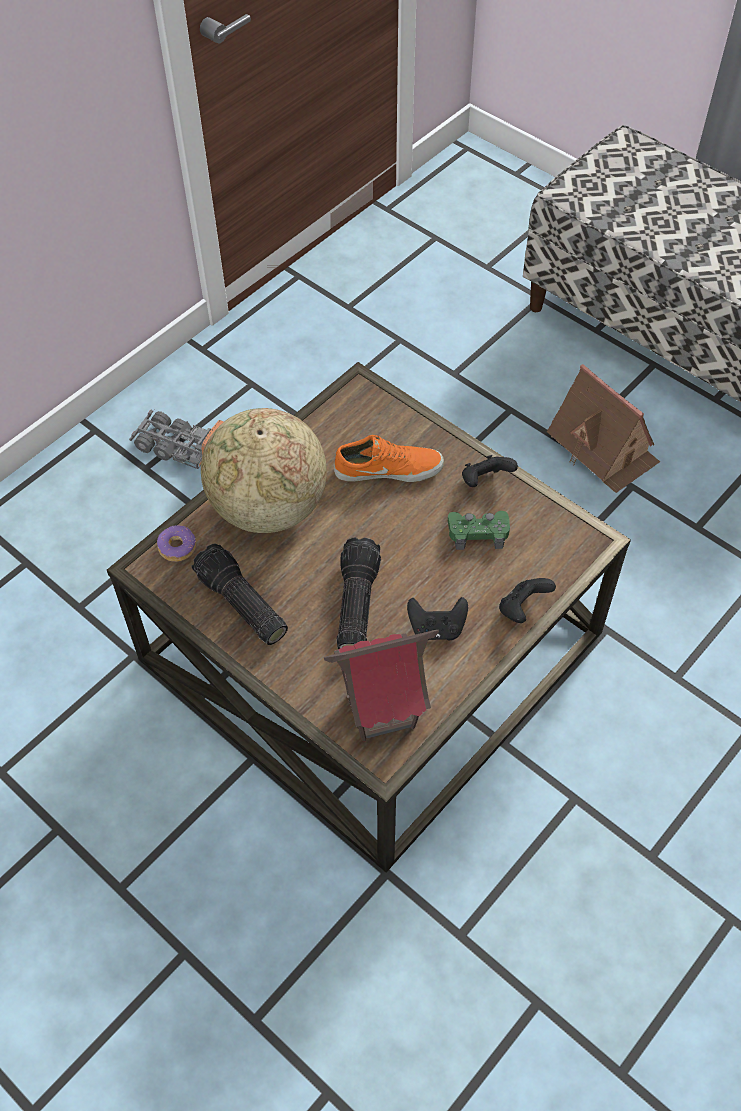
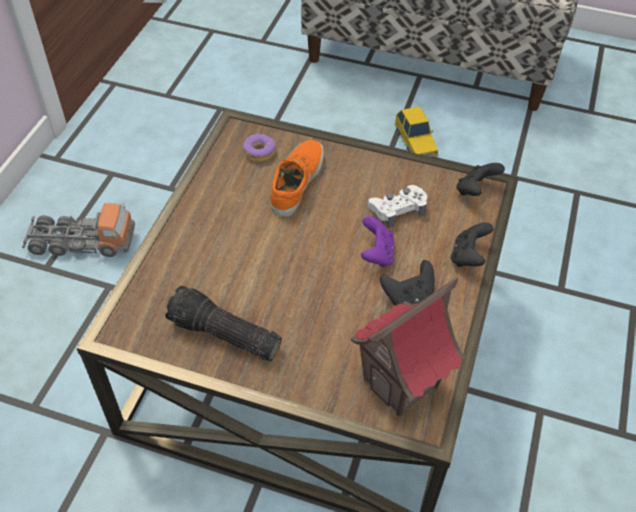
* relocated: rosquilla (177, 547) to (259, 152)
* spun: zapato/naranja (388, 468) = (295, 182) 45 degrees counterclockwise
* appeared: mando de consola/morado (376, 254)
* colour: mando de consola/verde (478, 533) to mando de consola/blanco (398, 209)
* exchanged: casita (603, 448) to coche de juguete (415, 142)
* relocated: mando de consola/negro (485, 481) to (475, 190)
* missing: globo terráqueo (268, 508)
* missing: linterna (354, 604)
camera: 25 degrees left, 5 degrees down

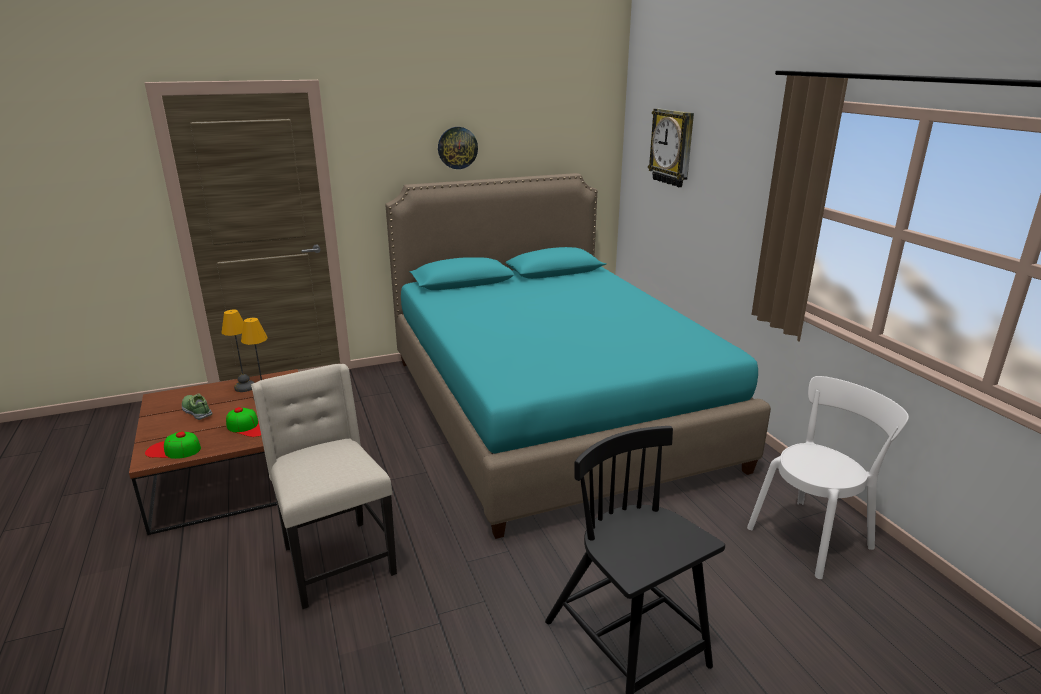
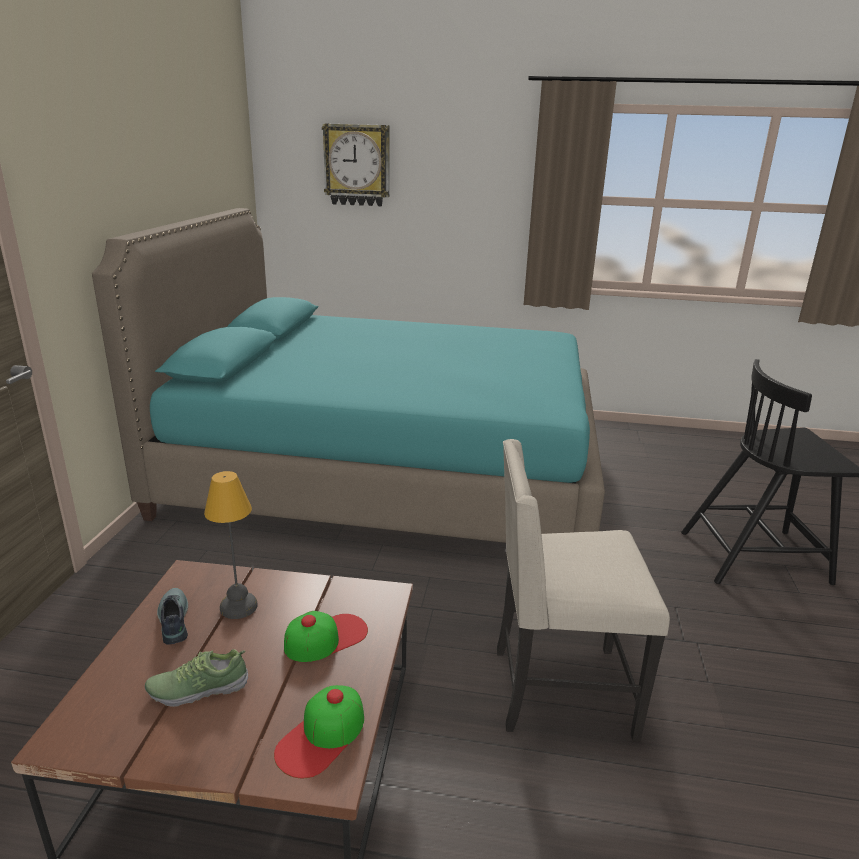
* exchanged: lámpara de mesa (244, 387) to zapato (172, 621)
* missing: reloj de pared (457, 148)
* missing: silla/blanco (813, 535)
camera: 60 degrees left, 0 degrees up

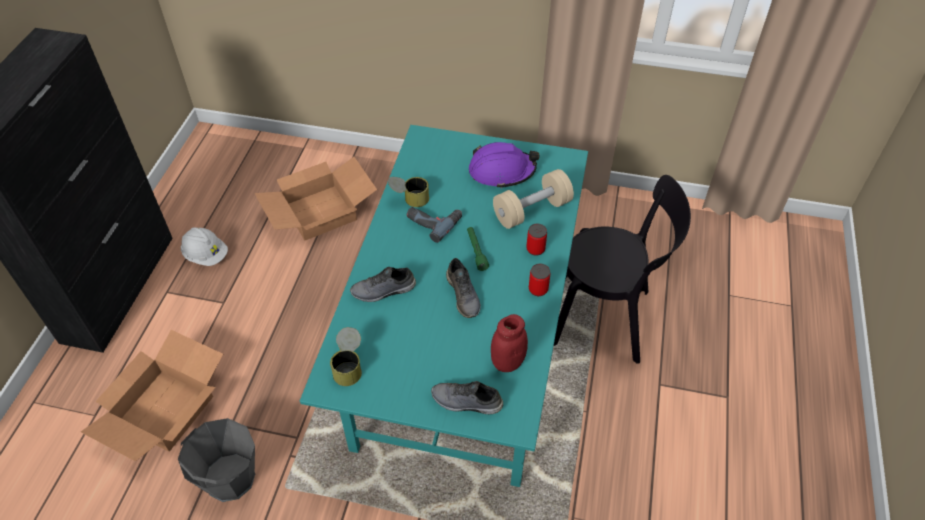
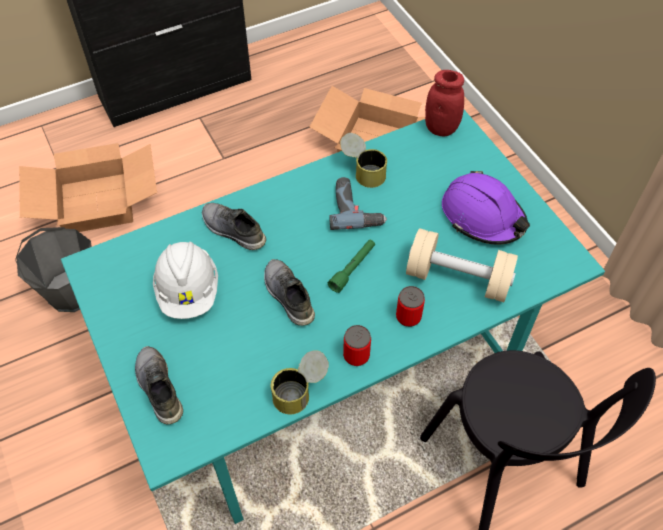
* relocated: casco/blanco (206, 255) to (188, 291)
* spun: zapato/gris (464, 295) = (287, 296) 120 degrees clockwise
* relocated: lata (349, 366) to (300, 391)
* relocated: tarro/rojo (507, 362) to (441, 128)
camera: 50 degrees right, 5 degrees up

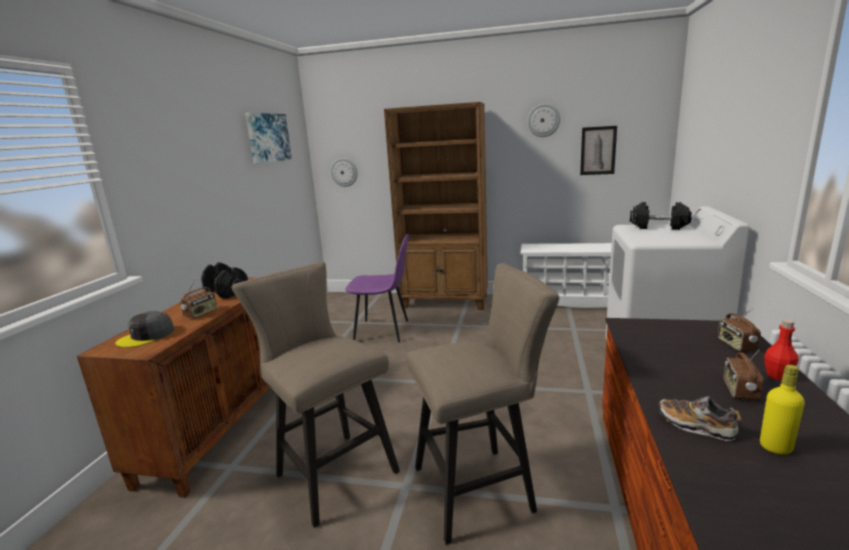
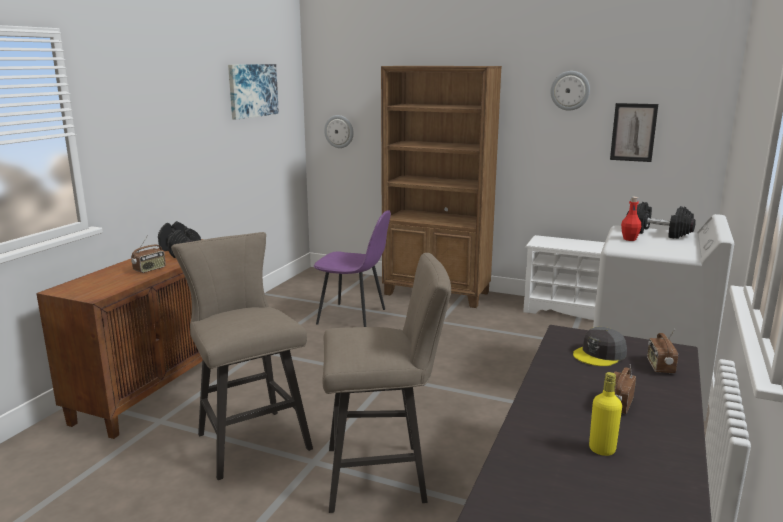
* relocated: gorra/gris (147, 336) to (600, 354)
* relocated: botella/rojo (777, 376) to (629, 239)
* missing: zapato (696, 426)
camera: 10 degrees right, 0 degrees up

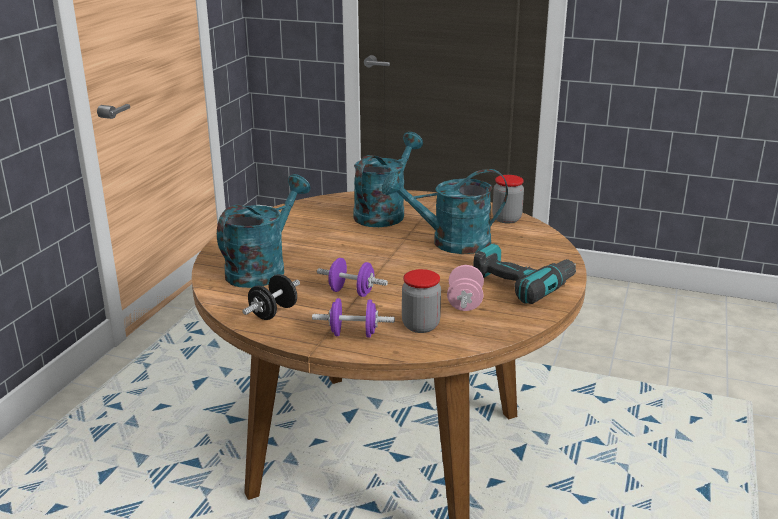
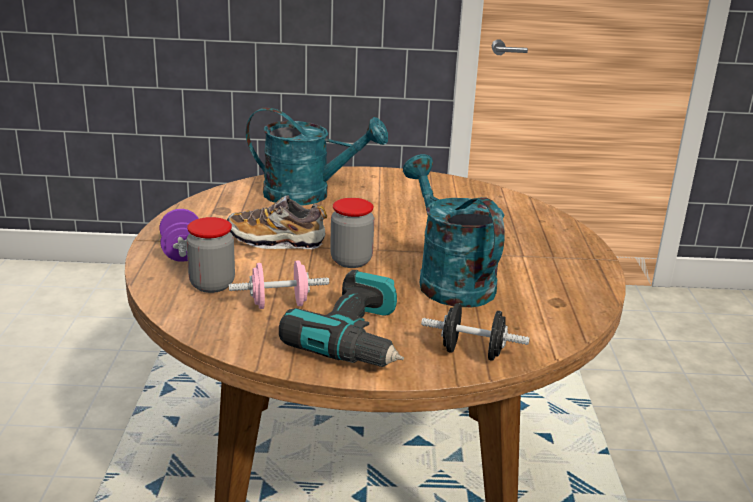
* exchanged: mancuerna/morado (351, 292) to zapato (276, 241)
* relocated: tarro (506, 219) to (351, 261)
* relocated: mancuerna/negro (273, 312) to (472, 353)
* missing: regadera/turquesa (384, 213)
camera: 70 degrees right, 0 degrees up

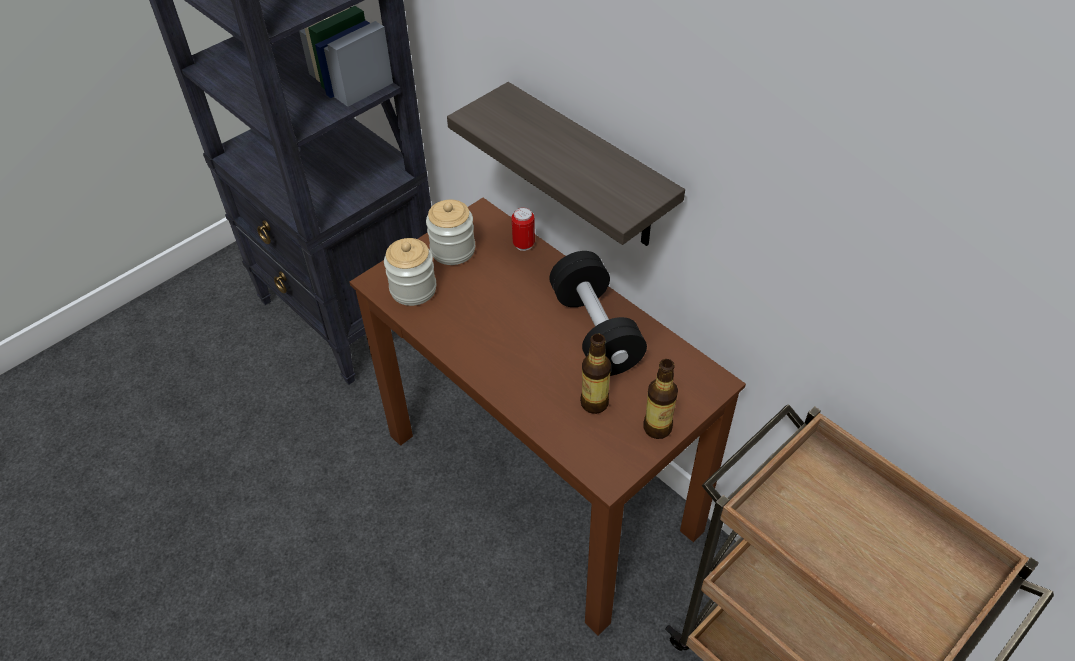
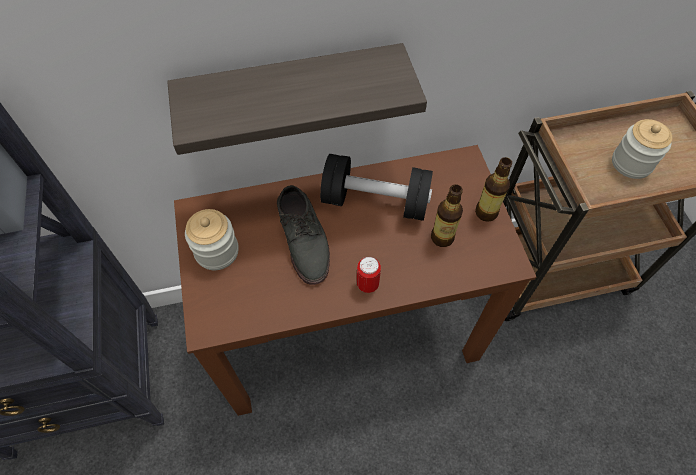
* appeared: zapato/gris (304, 239)
* relocated: lata (523, 244) to (367, 284)
* relocated: tarro (413, 289) to (631, 163)
camera: 60 degrees left, 10 degrees up

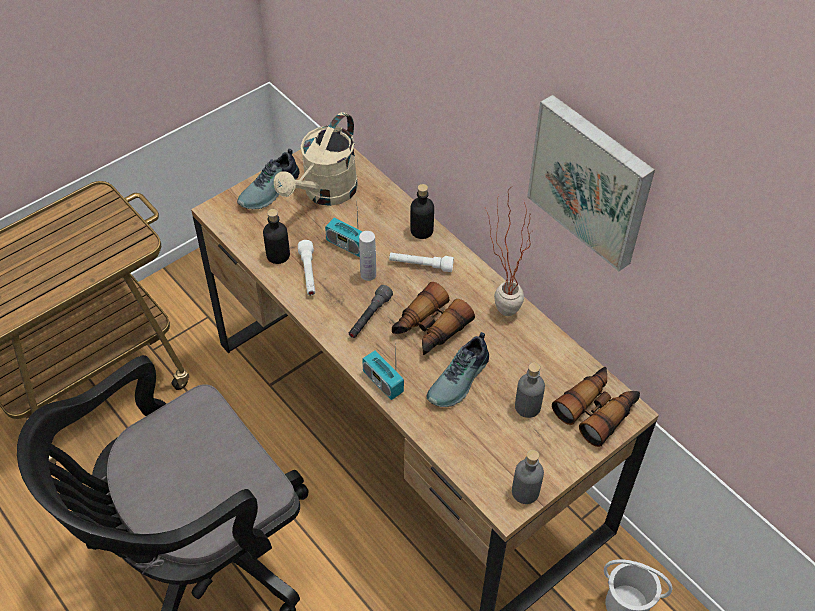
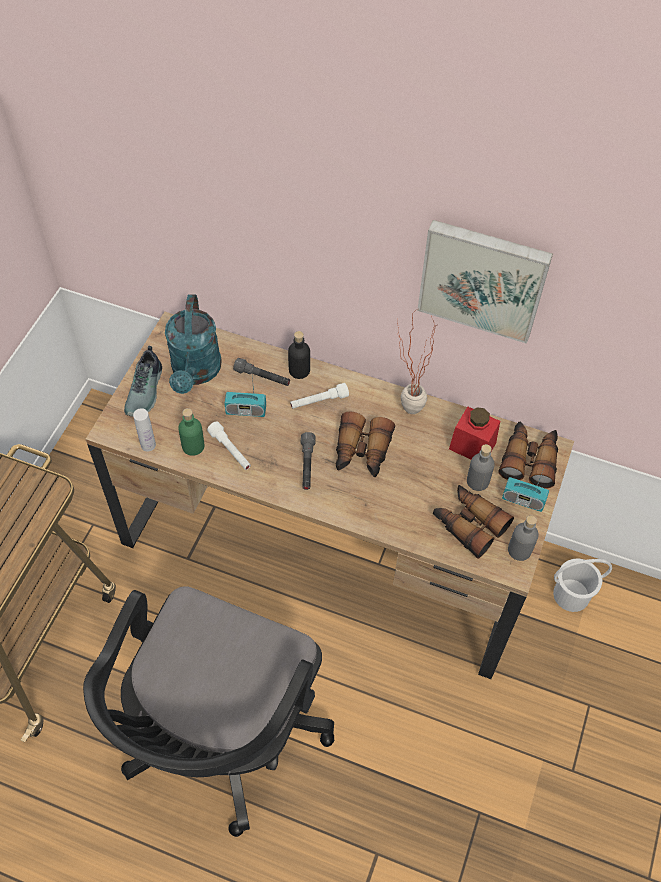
* relocated: botella/blanco (368, 274) to (148, 445)
* colour: regadera/beis (325, 193) to regadera/turquesa (195, 372)
* colour: botella/negro (278, 255) to botella/verde (193, 446)
* appeared: linterna/gris (262, 377)
* appeared: prismáticos (468, 524)
* appeared: tarro/rojo (472, 446)
* relocated: radio (383, 382) to (523, 500)
* missing: zapato (460, 380)
camera: 30 degrees left, 5 degrees up

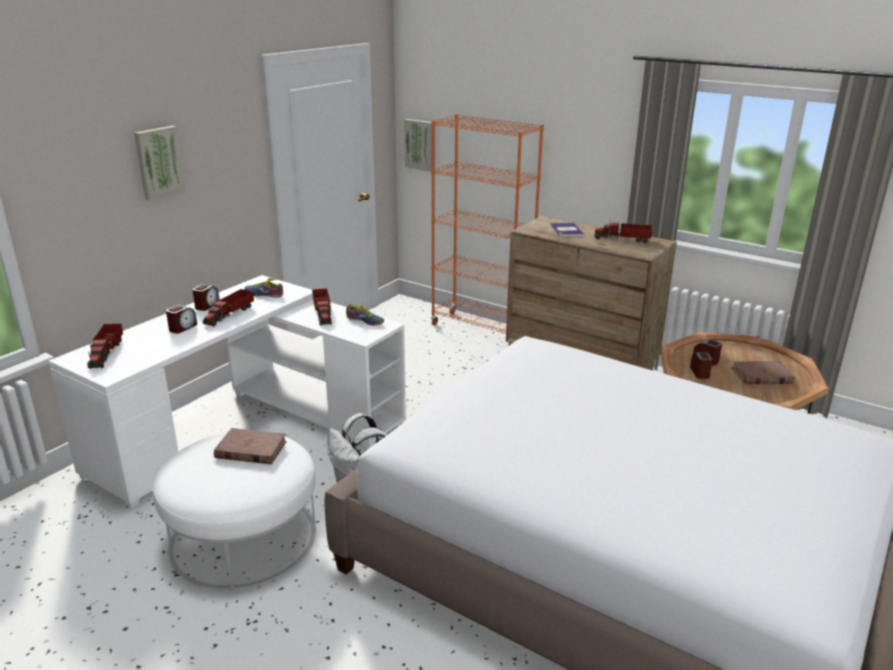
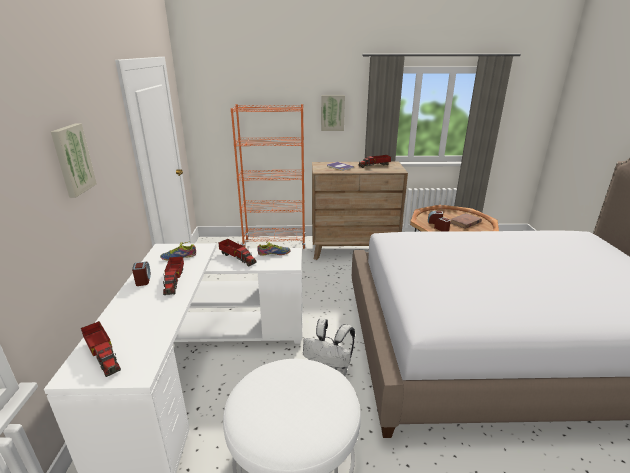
* relocated: cuadro (420, 144) to (332, 113)
* missing: despertador (182, 328)
* missing: libro/marrón (250, 450)
camera: 35 degrees left, 0 degrees up

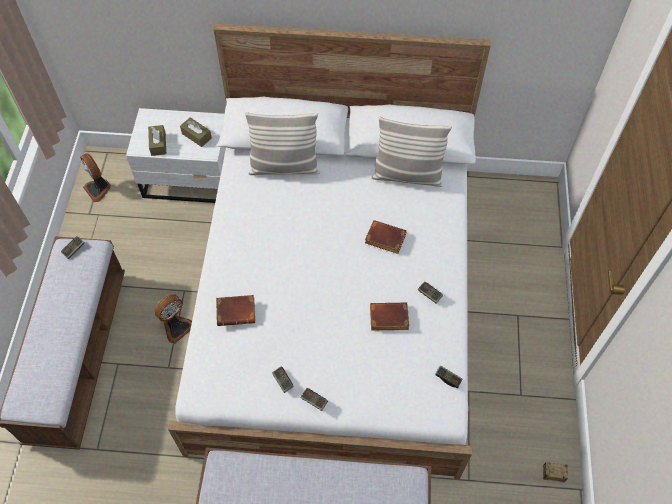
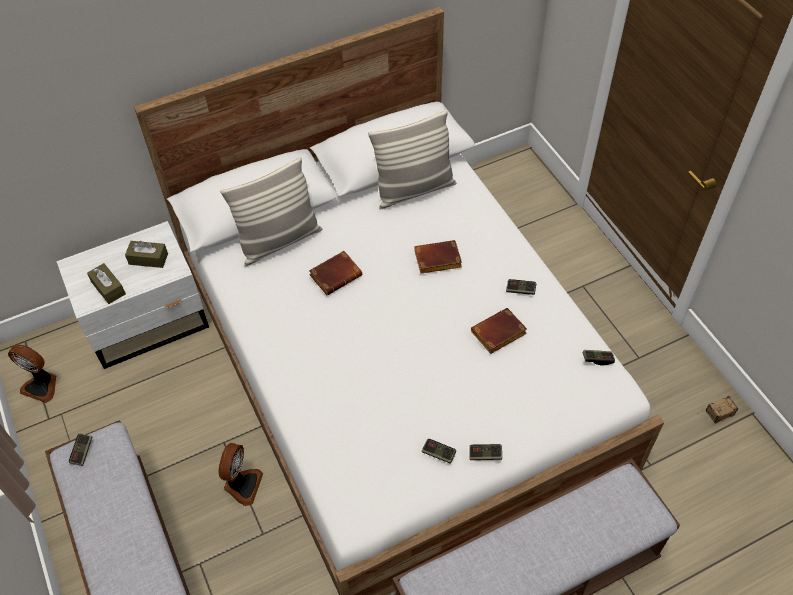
* relocated: libro/marrón (237, 311) to (336, 274)
camera: 30 degrees left, 5 degrees down

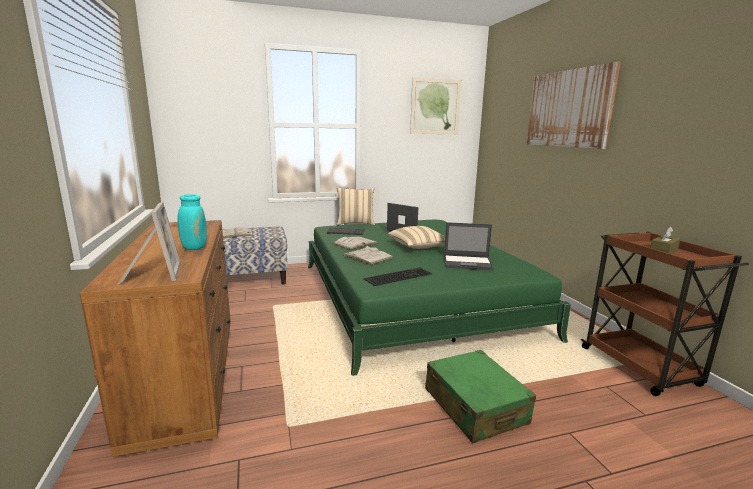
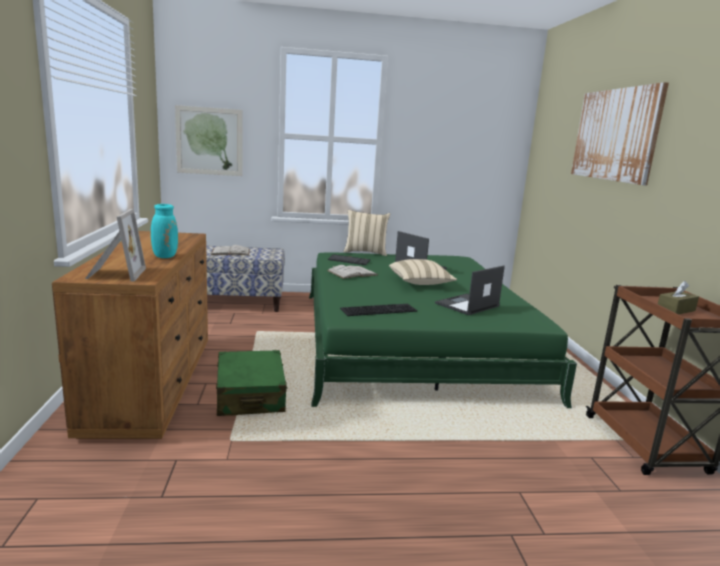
* relocated: cuadro (435, 106) to (209, 141)
* relocated: maleta/verde (475, 406) to (250, 395)
* spun: portátil (468, 263) = (467, 305) 120 degrees clockwise
* missing: libro/blanco (367, 256)
camera: 10 degrees right, 0 degrees up

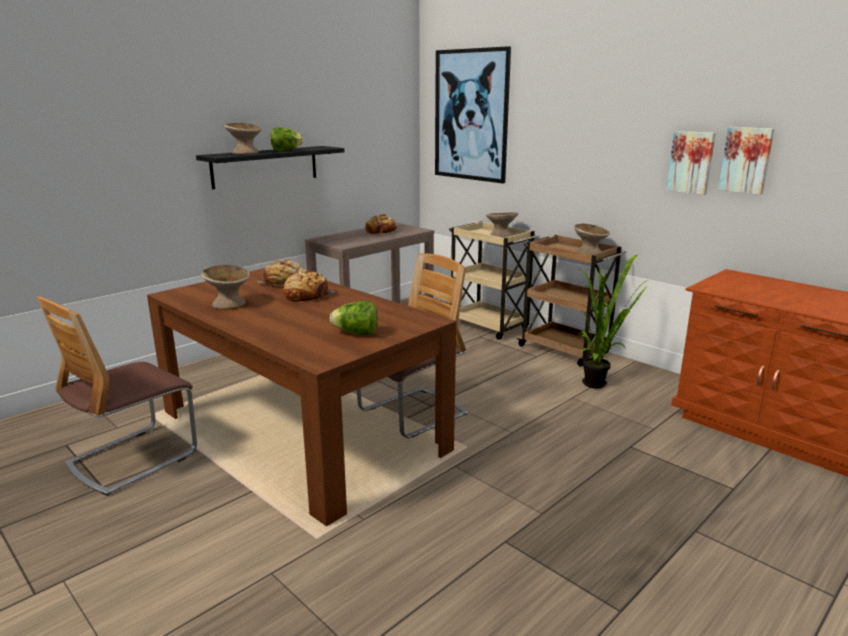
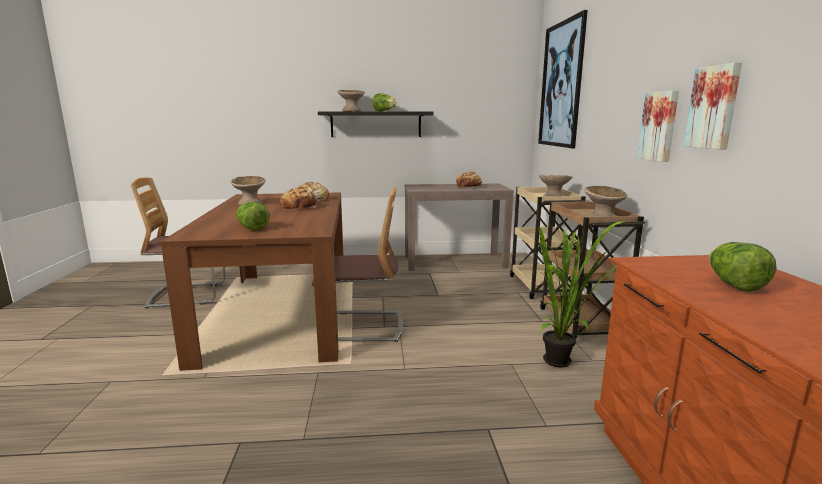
* relocated: cuadro (746, 160) to (659, 126)
* appeared: lechuga (733, 284)
camera: 40 degrees right, 5 degrees down

